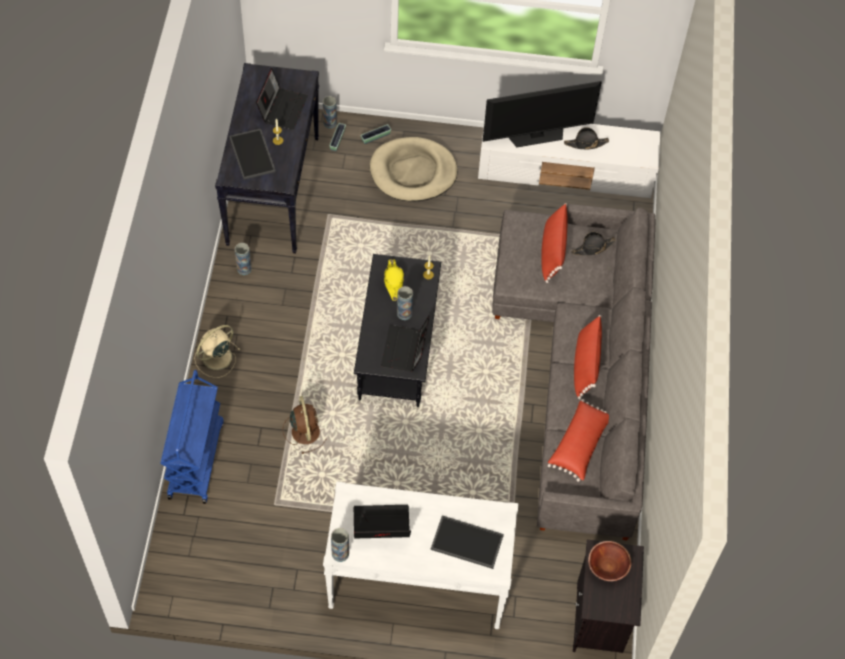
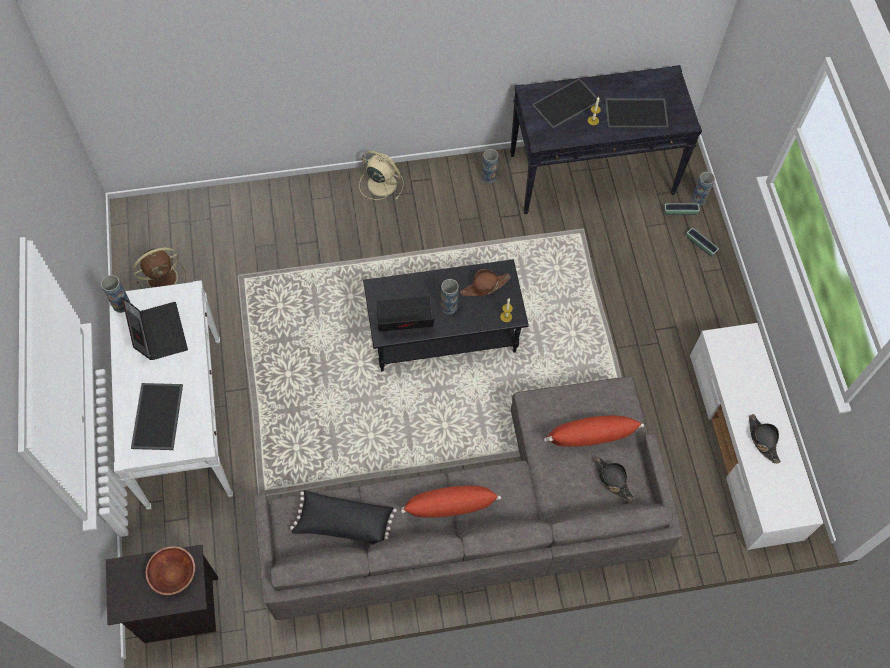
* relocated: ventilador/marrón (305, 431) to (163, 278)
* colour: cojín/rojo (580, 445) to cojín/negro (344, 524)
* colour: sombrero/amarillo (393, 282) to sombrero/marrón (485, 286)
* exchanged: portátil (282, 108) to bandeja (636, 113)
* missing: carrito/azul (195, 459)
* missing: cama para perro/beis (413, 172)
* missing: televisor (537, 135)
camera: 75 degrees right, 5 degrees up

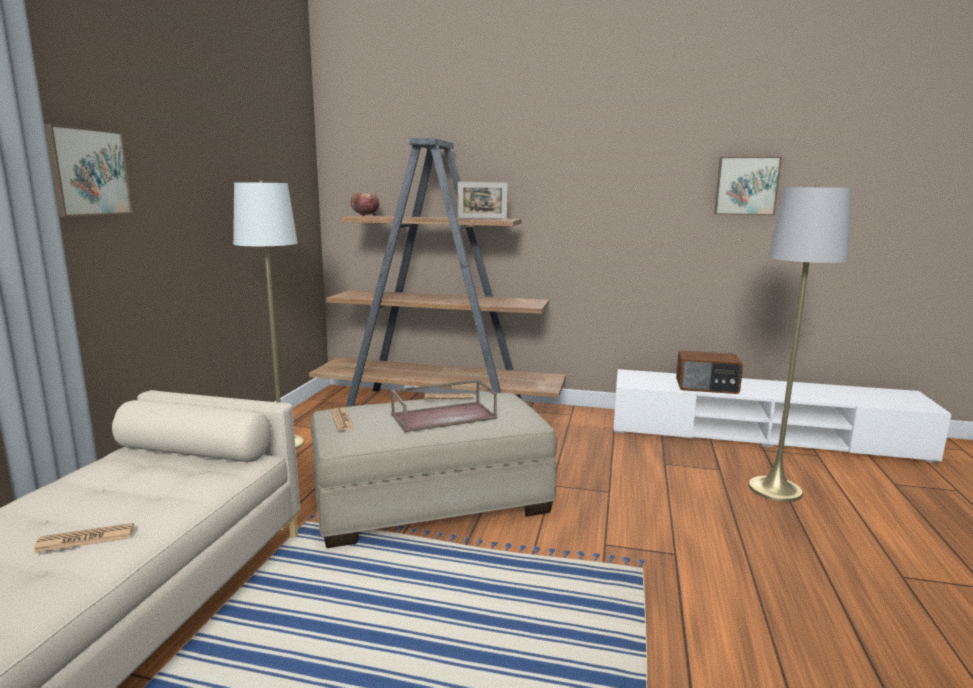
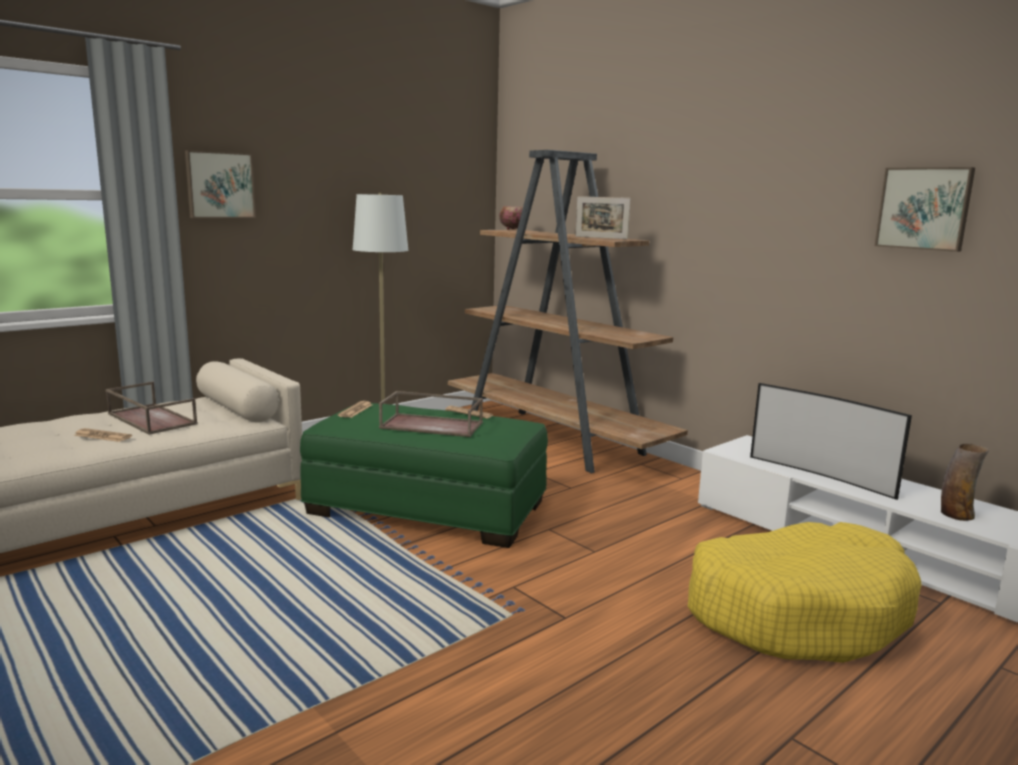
* appeared: bandeja/marrón (150, 419)
* colour: puf/beis (431, 500) to puf/verde (427, 507)
* exchanged: lámpara de pie/gris (775, 489) to cama para perro/amarillo (797, 611)
* exchanged: radio (707, 387) to televisor (821, 475)
* appeared: florero (956, 514)
camera: 35 degrees right, 0 degrees up

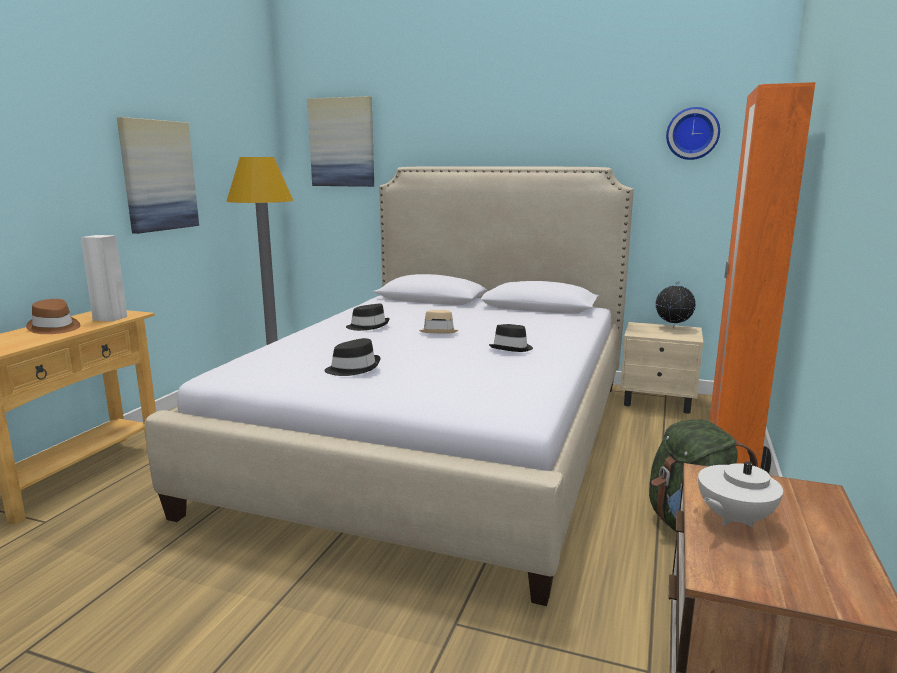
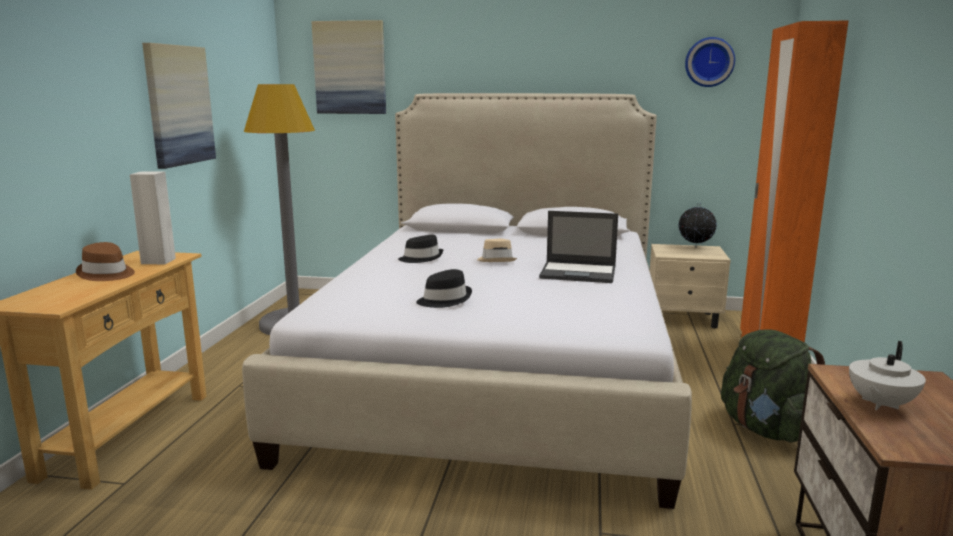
* exchanged: sombrero/negro (512, 348) to portátil (579, 273)
camera: 10 degrees left, 0 degrees up

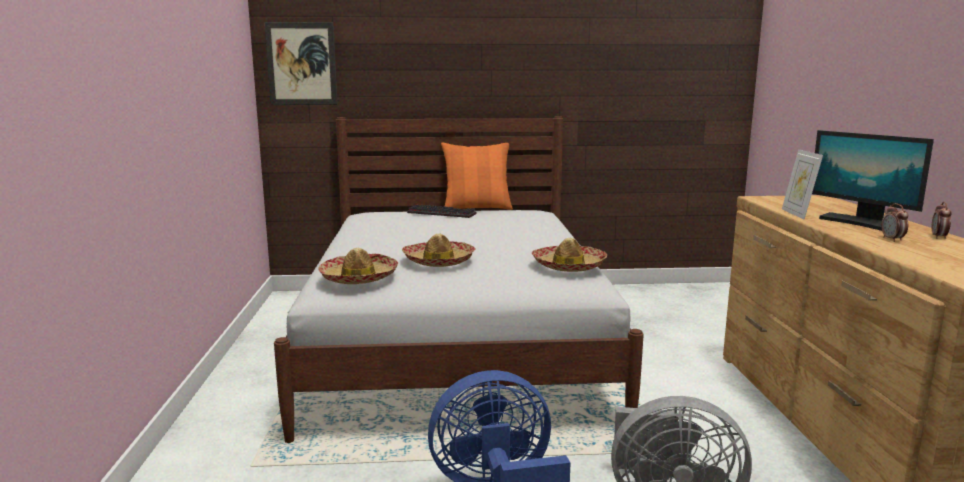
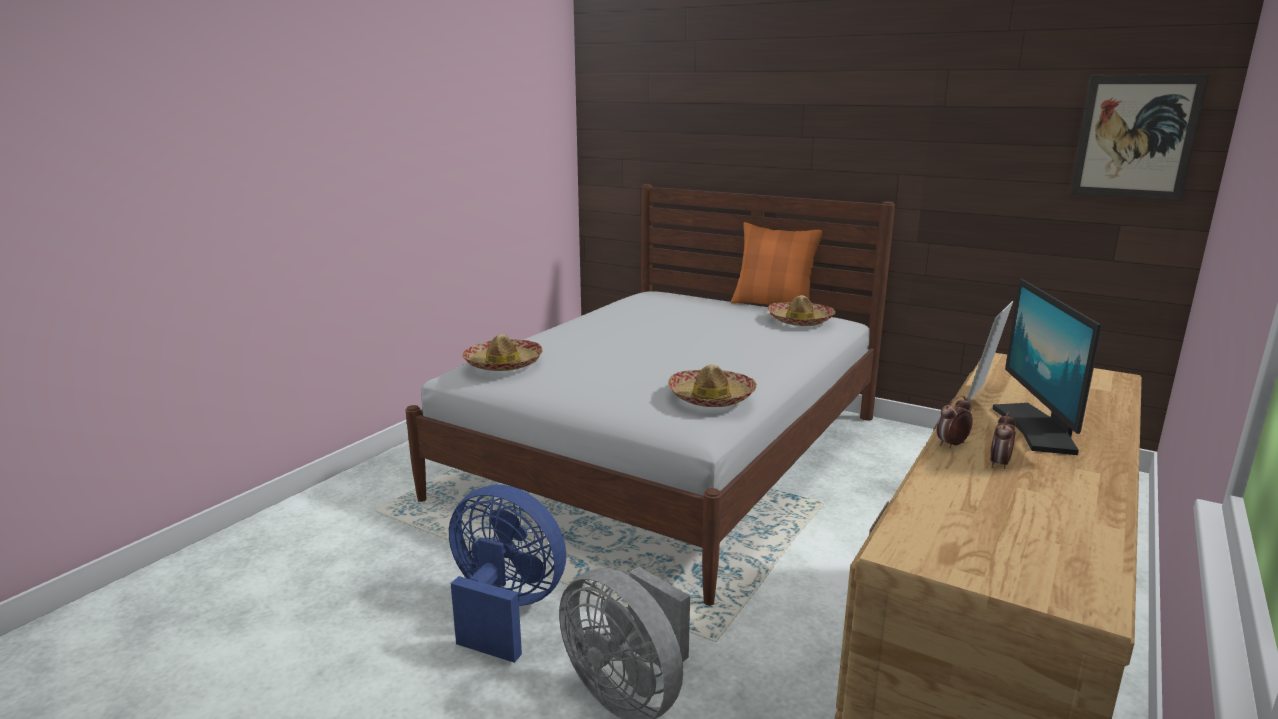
* relocated: sombrero (439, 261) to (800, 321)
* relocated: despertador (939, 237) to (951, 445)
* relocated: cuadro (301, 64) to (1135, 137)
* missing: teclado (443, 213)
camera: 35 degrees right, 5 degrees up

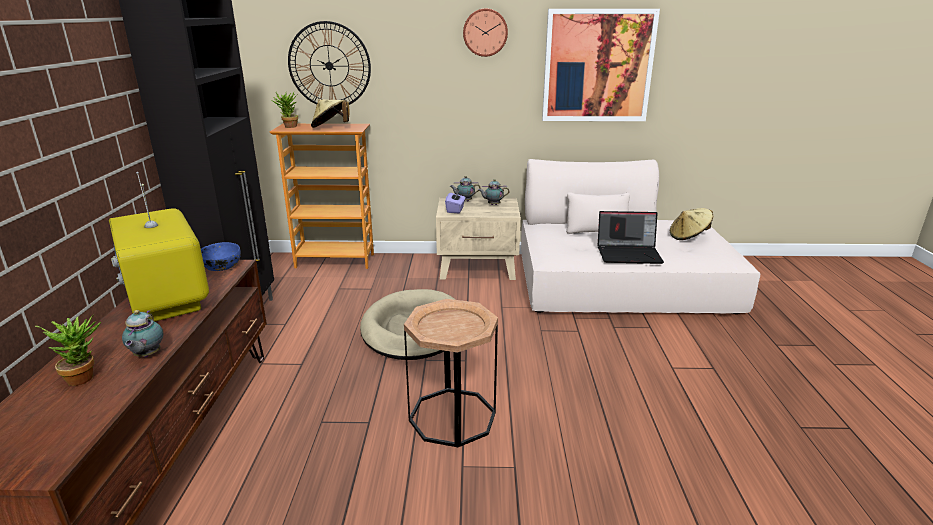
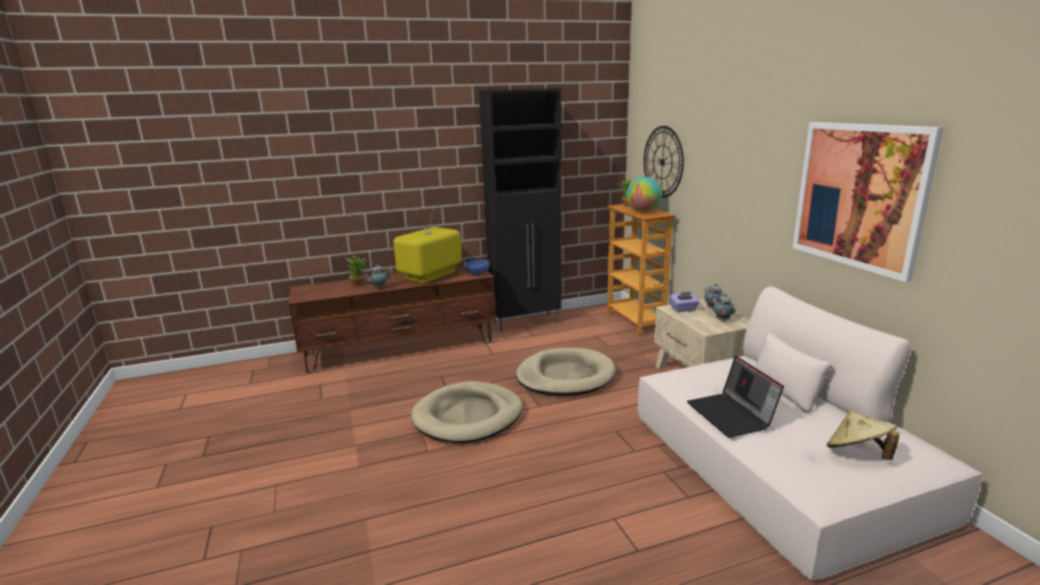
* exchanged: mesa auxiliar/marrón (452, 416) to cama para perro/beis (468, 416)
* exchanged: sombrero/beis (330, 127) to globo terráqueo (643, 211)
* missing: reloj de pared (485, 32)
camera: 70 degrees right, 5 degrees down

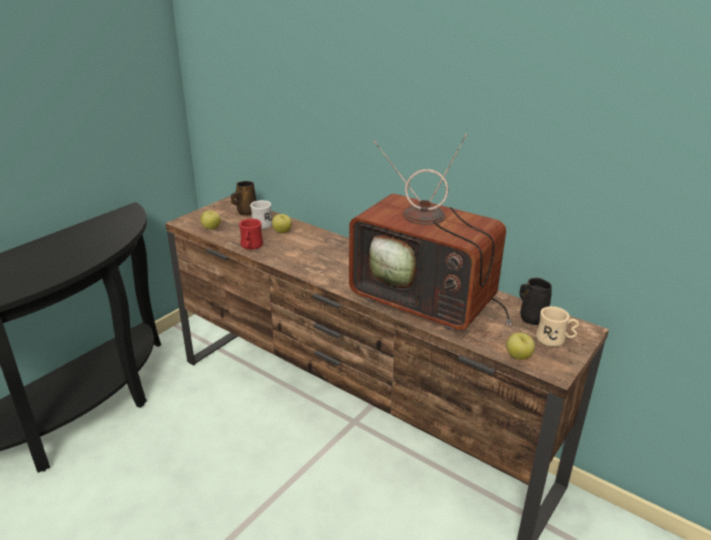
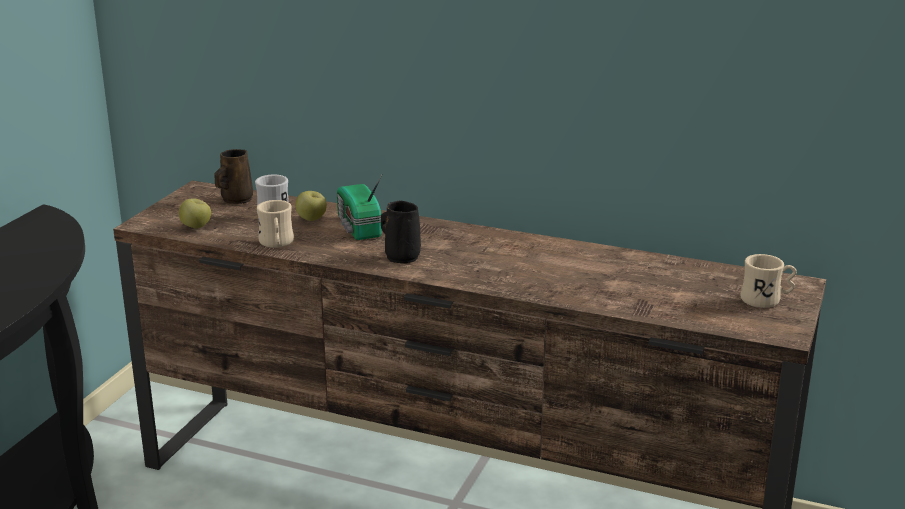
* colour: taza grande/rojo (251, 247) to taza grande/beis (276, 244)
* appeared: radio (358, 228)
* relocated: taza grande/negro (531, 317) to (401, 256)
* missing: televisor (428, 300)
* missing: manzana (518, 357)
camera: 15 degrees left, 5 degrees down

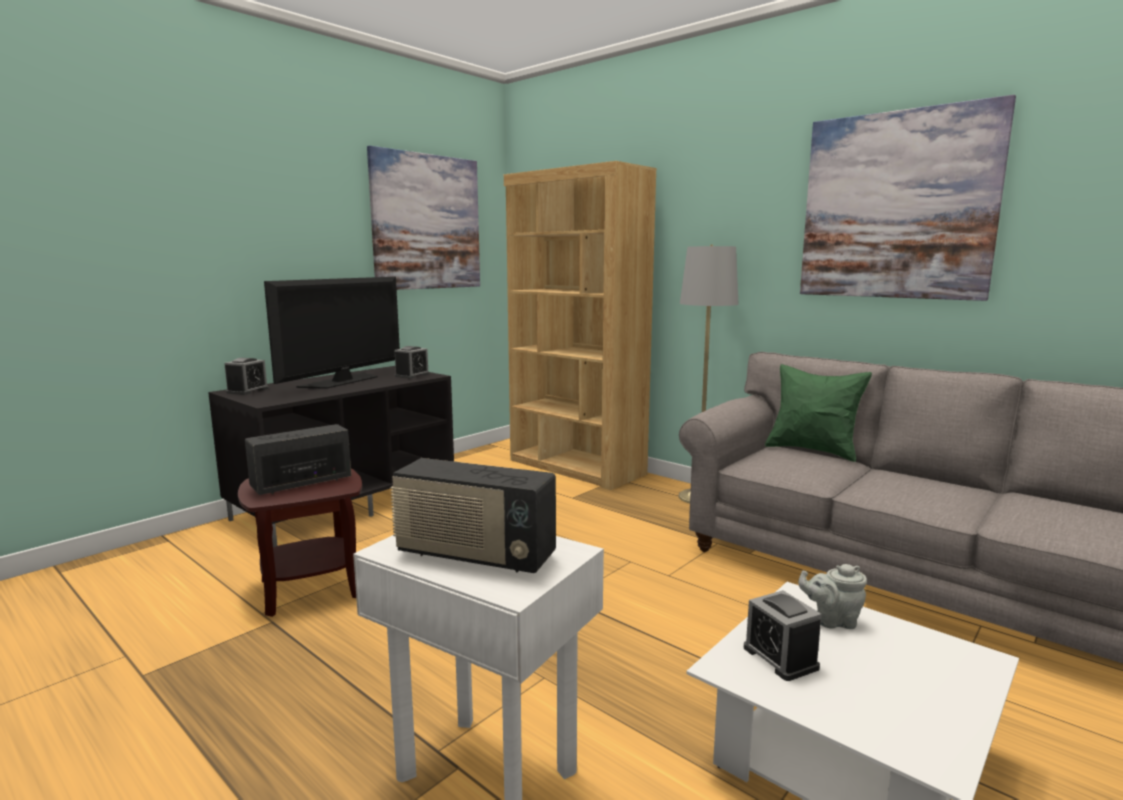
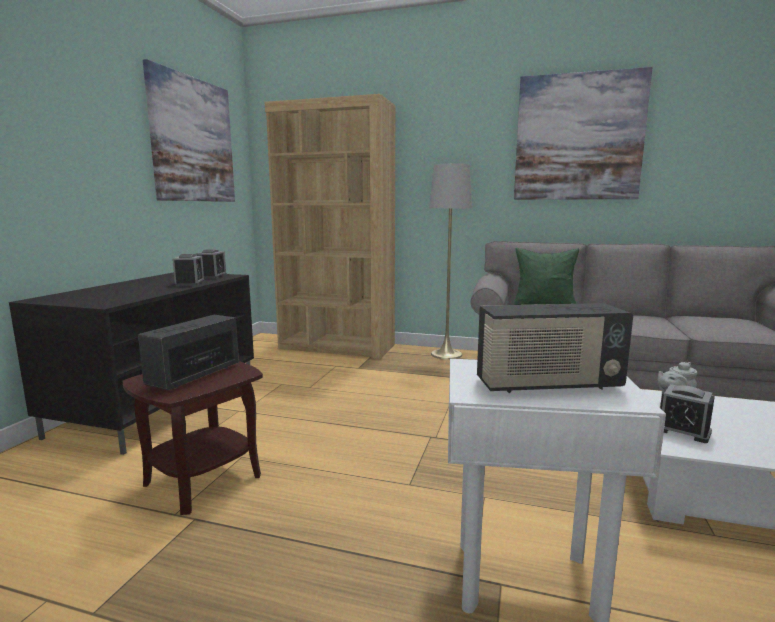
* relocated: despertador (247, 391) to (190, 283)
* missing: televisor (342, 381)
camera: 25 degrees left, 0 degrees up

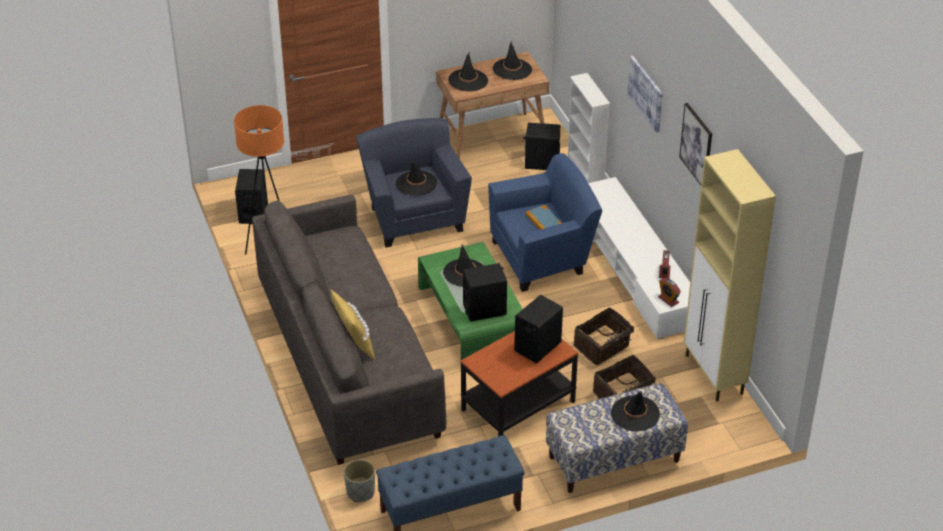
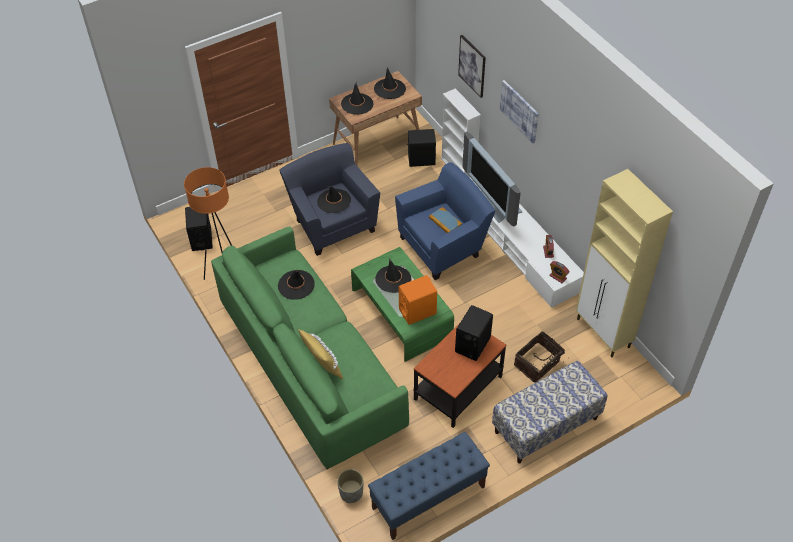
* colour: sofá/gris (347, 358) to sofá/verde (310, 365)
* relocated: sombrero/negro (635, 414) to (296, 285)
* colour: altavoz/negro (485, 309) to altavoz/naranja (417, 311)
* relocated: cuadro (696, 145) to (472, 66)
* appeared: televisor (496, 205)
* missing: cesta (602, 347)
camera: 10 degrees left, 10 degrees up

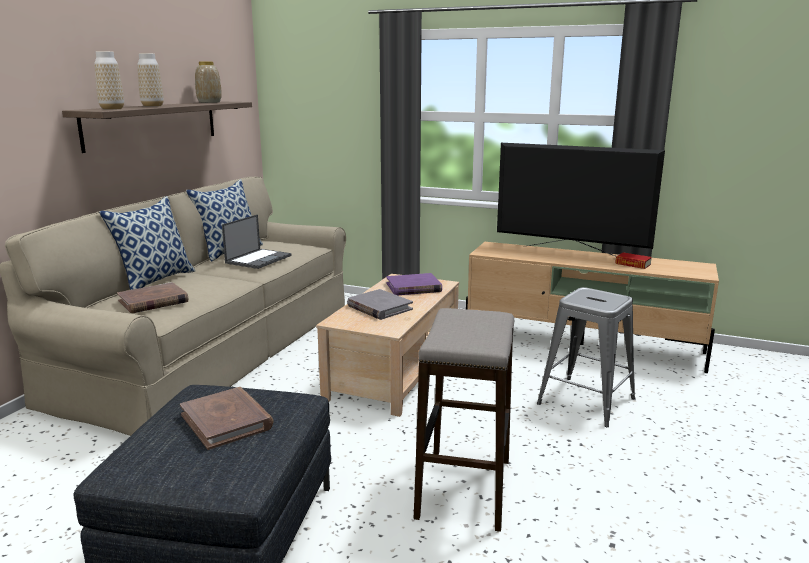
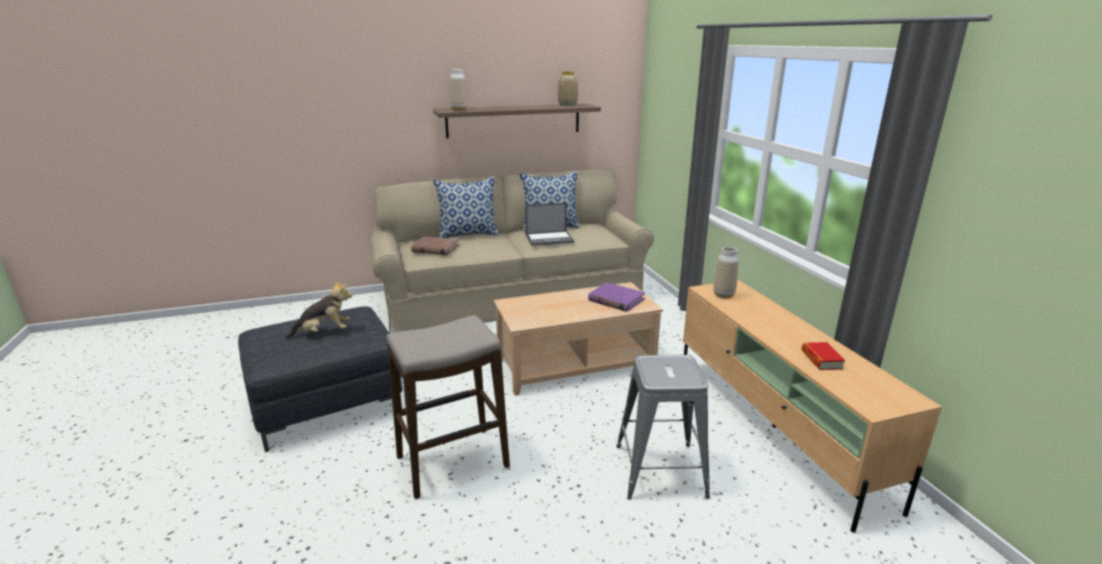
* exchanged: libro/marrón (227, 421) to peluche (324, 332)
* relocated: florero (152, 106) to (723, 295)
* missing: libro/gris (379, 307)
* missing: televisor (570, 251)
camera: 50 degrees right, 5 degrees up

